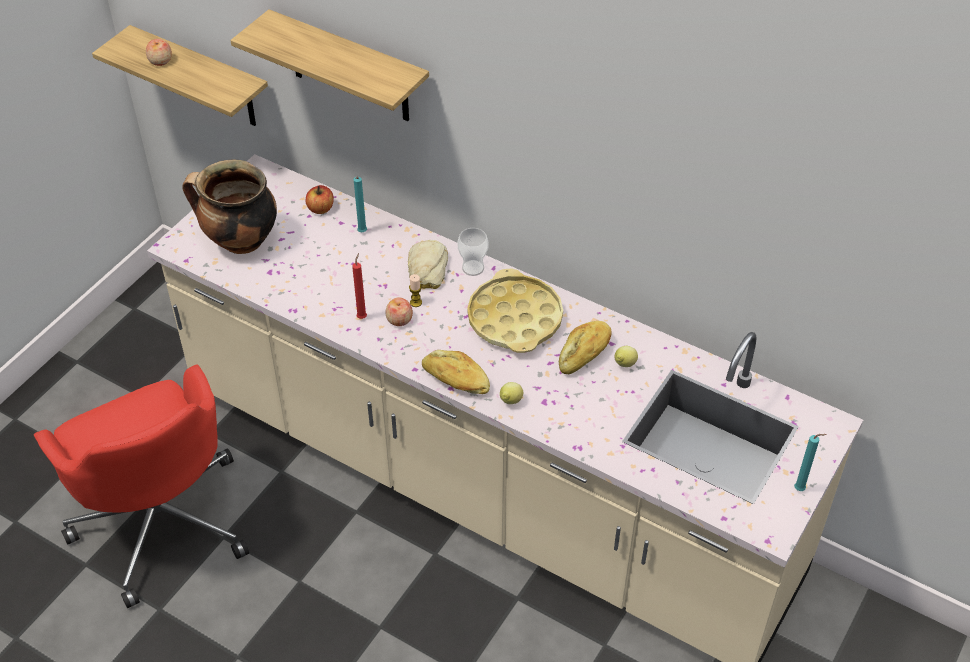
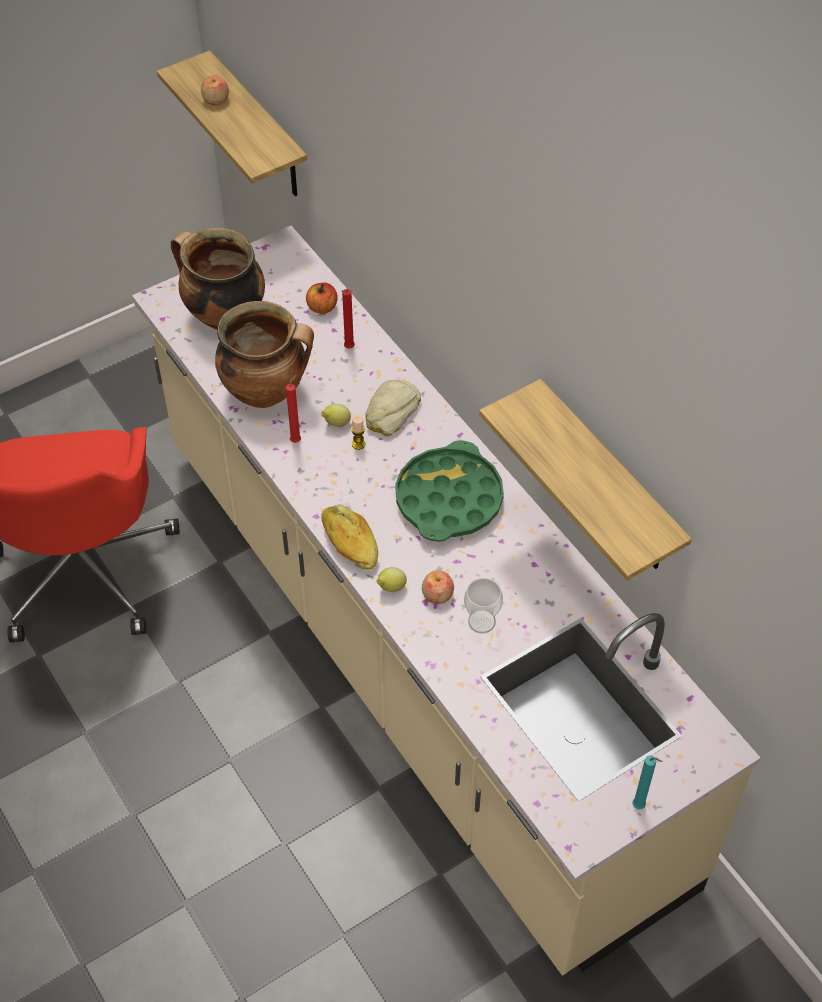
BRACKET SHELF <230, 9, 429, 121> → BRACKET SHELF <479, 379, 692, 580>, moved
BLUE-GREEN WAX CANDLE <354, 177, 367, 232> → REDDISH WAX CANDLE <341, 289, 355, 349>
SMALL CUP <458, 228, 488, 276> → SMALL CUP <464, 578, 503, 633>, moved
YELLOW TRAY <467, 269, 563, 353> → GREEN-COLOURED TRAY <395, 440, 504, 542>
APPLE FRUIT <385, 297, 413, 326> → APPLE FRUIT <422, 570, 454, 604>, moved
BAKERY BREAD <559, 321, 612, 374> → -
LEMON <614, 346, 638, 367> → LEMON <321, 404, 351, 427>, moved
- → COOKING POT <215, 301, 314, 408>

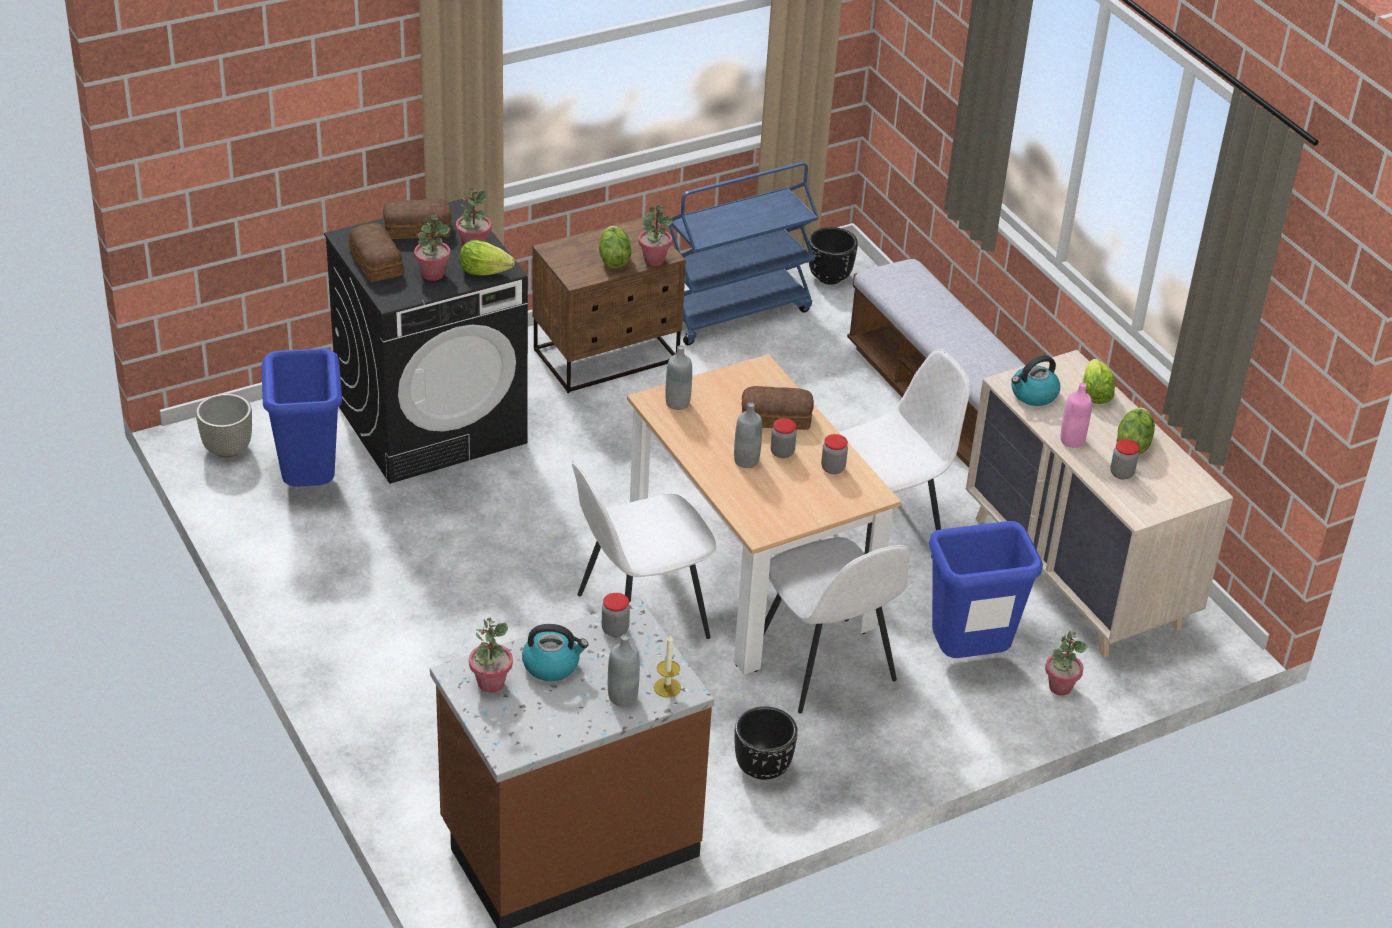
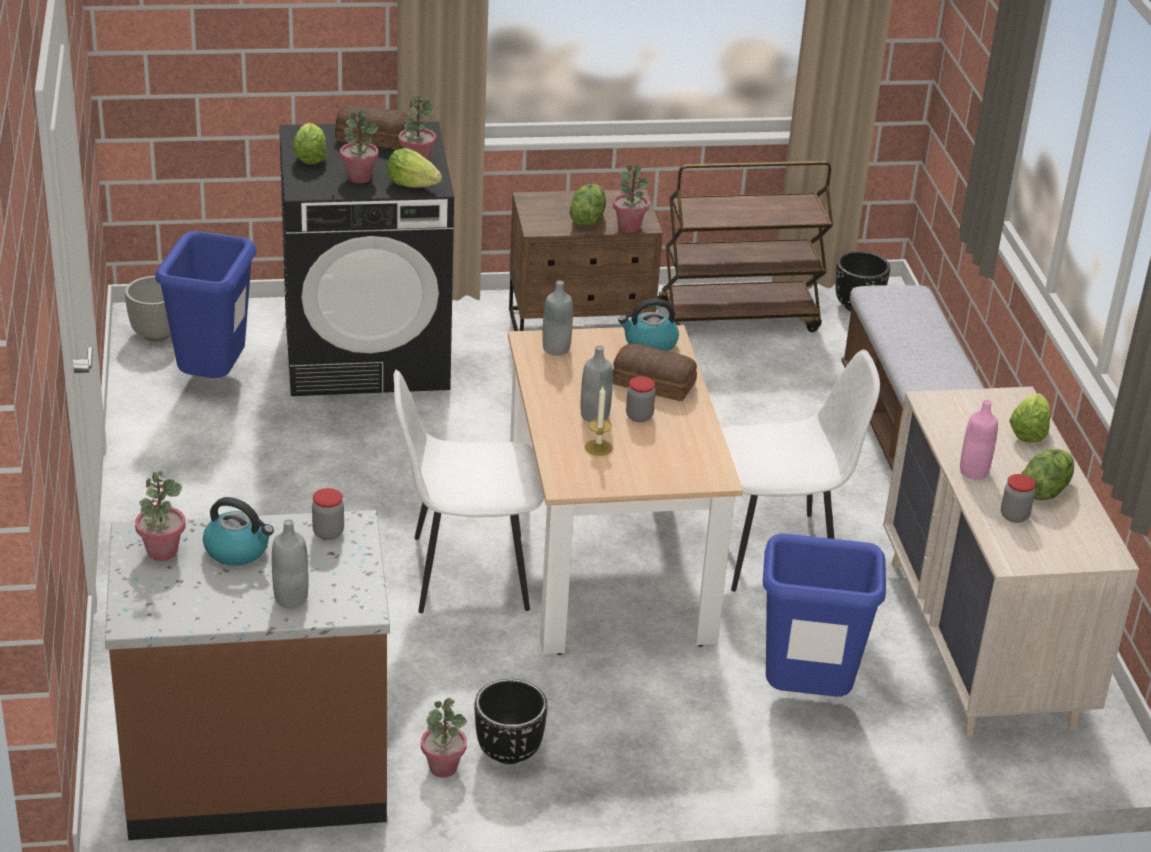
BLUE-COLOURED CART <669, 162, 819, 345> → BROWNISH CART <657, 161, 833, 332>
BAKERY BREAD <349, 223, 404, 282> → LETTUCE <293, 123, 327, 164>
KETTLE <1011, 355, 1060, 406> → KETTLE <618, 299, 679, 351>, moved
PRESERVE JAR <821, 434, 848, 474> → -
WHITE-COLOURED CHAIR <764, 537, 910, 714> → -
HOUSEPLANT <1045, 631, 1088, 695> → HOUSEPLANT <421, 698, 467, 778>, moved
WAX CANDLE <654, 635, 681, 697> → WAX CANDLE <585, 387, 613, 456>, moved

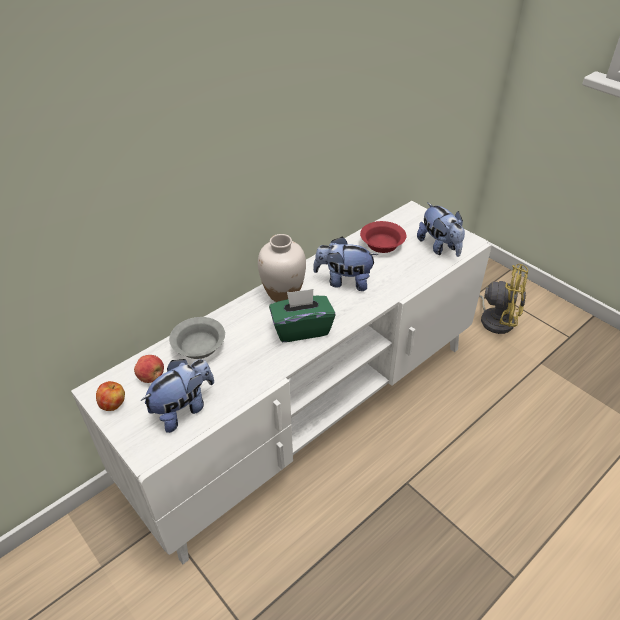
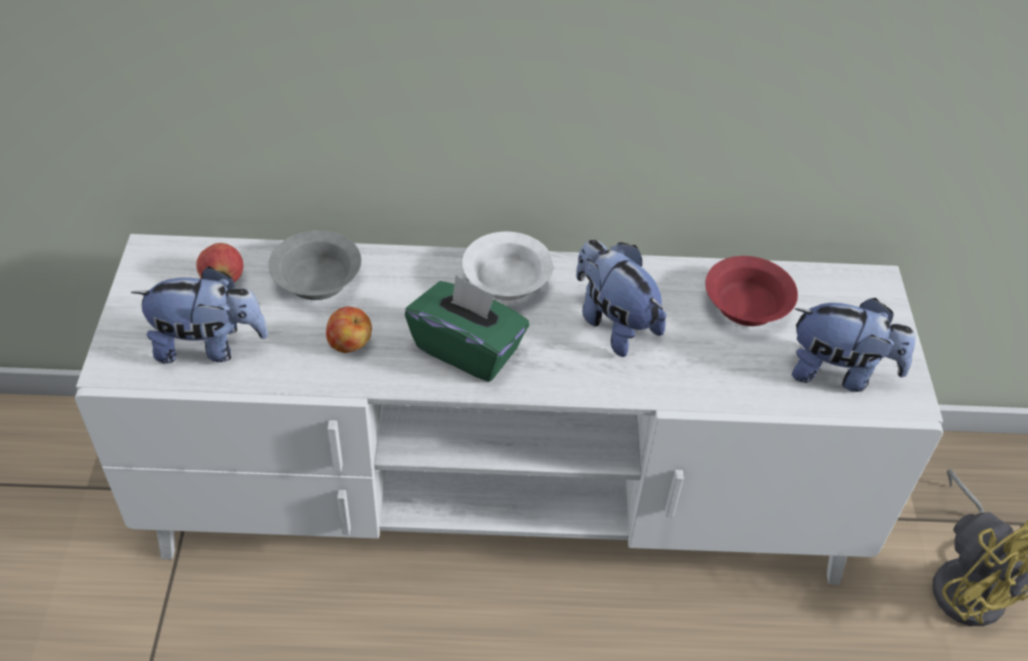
CUDDLY TOY <417, 202, 465, 257> → CUDDLY TOY <792, 298, 916, 392>, 90 degrees counterclockwise
WHITE-COLOURED DECORATIVE VASE <258, 234, 306, 302> → WHITE-COLOURED BOWL <462, 232, 553, 300>
APPLE FRUIT <96, 381, 125, 411> → APPLE FRUIT <326, 306, 372, 353>, moved

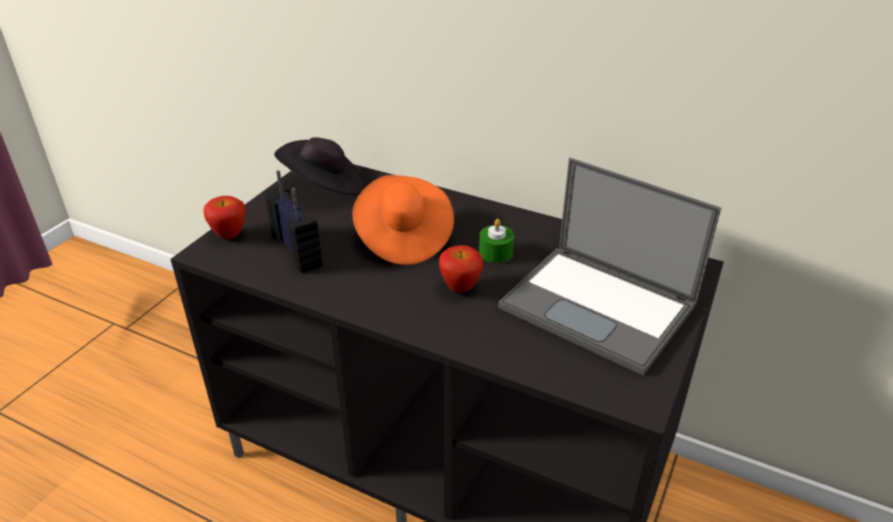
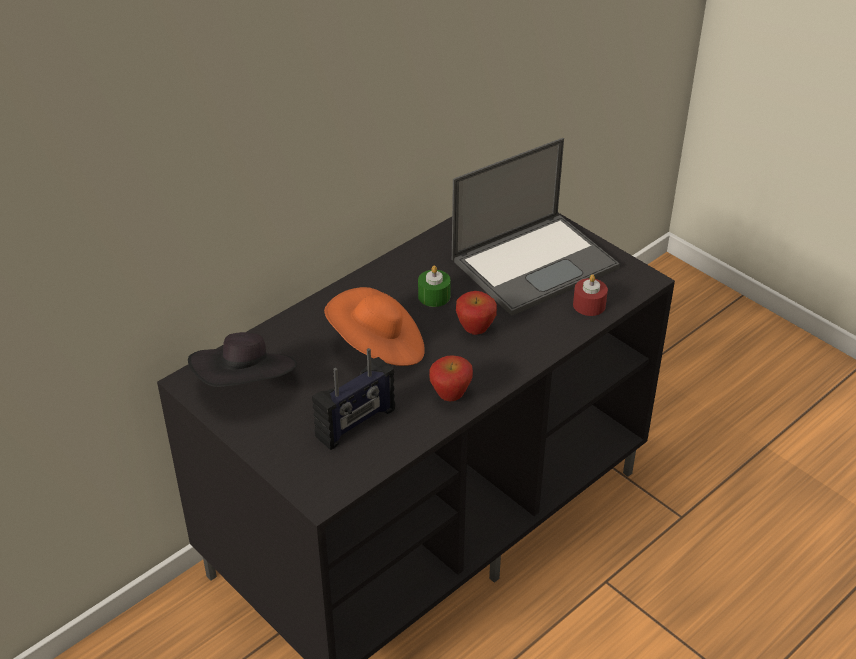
RADIO <265, 170, 323, 273> → RADIO <312, 348, 395, 450>, 150 degrees clockwise
APPLE FRUIT <203, 196, 246, 240> → APPLE FRUIT <429, 355, 473, 401>, moved
- → REDDISH WAX CANDLE <573, 274, 608, 316>

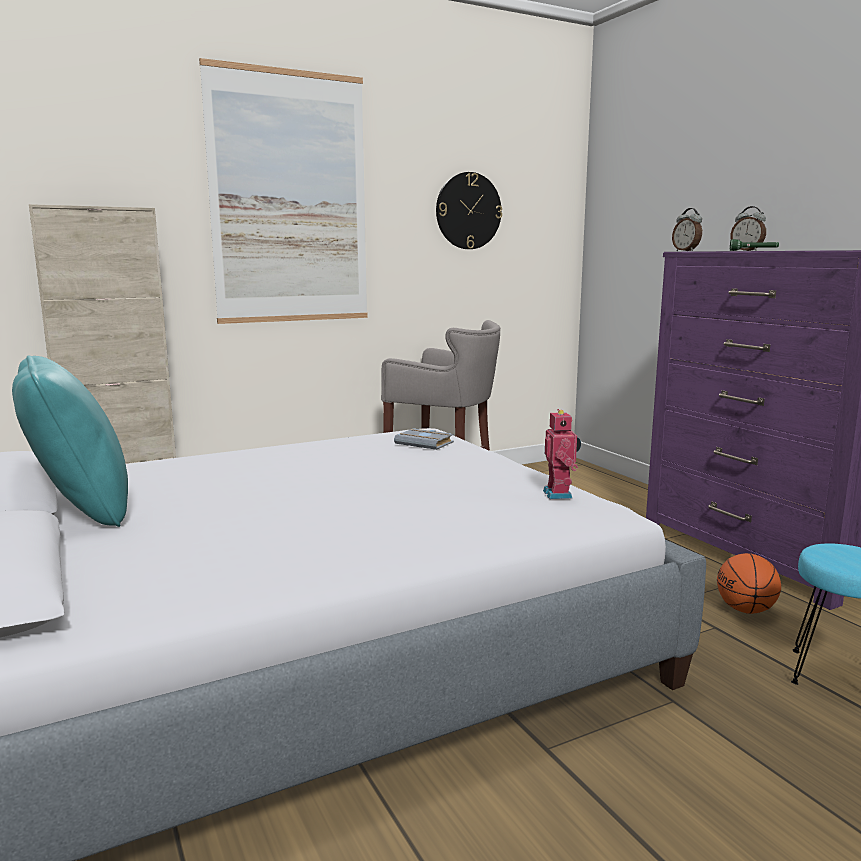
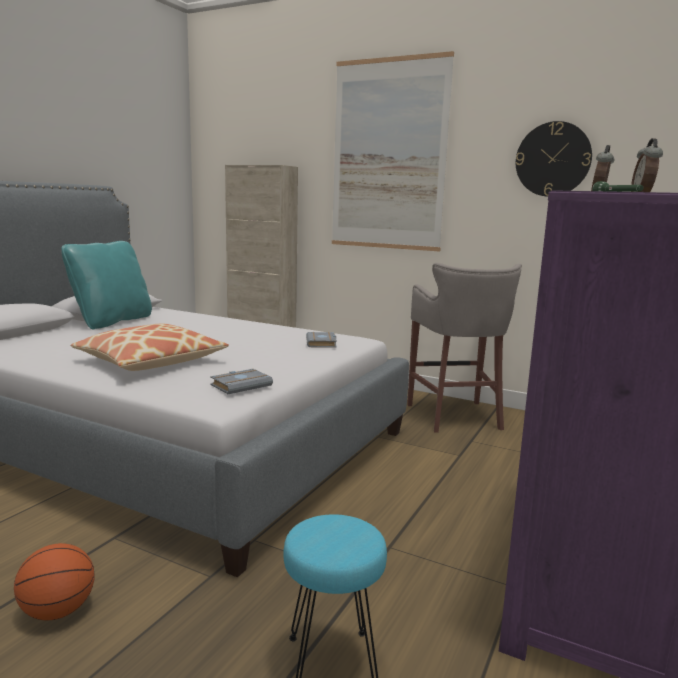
MODEL ROBOT <543, 409, 581, 499> → GREY BOOK <210, 369, 273, 394>
BALL FOR BASKETBALL <717, 553, 781, 614> → BALL FOR BASKETBALL <14, 543, 95, 620>, moved
- → PILLOW <71, 324, 229, 371>

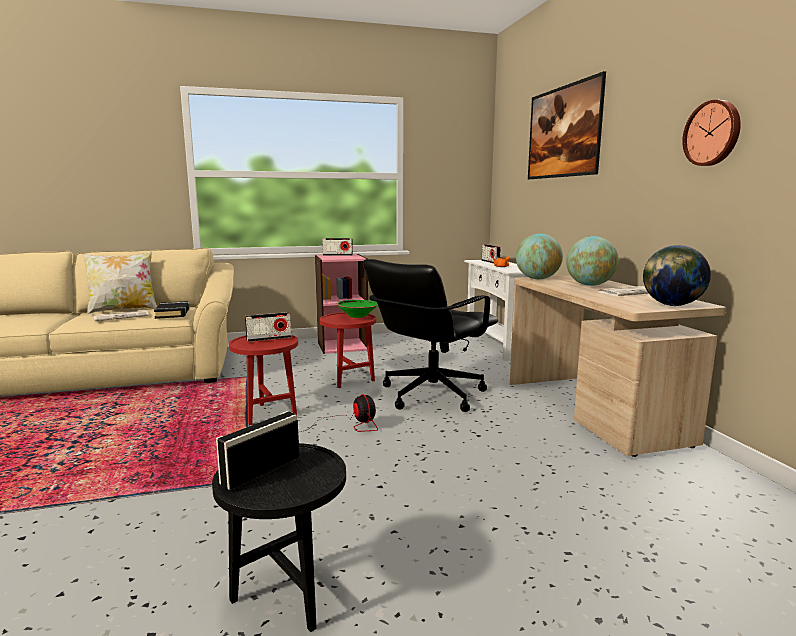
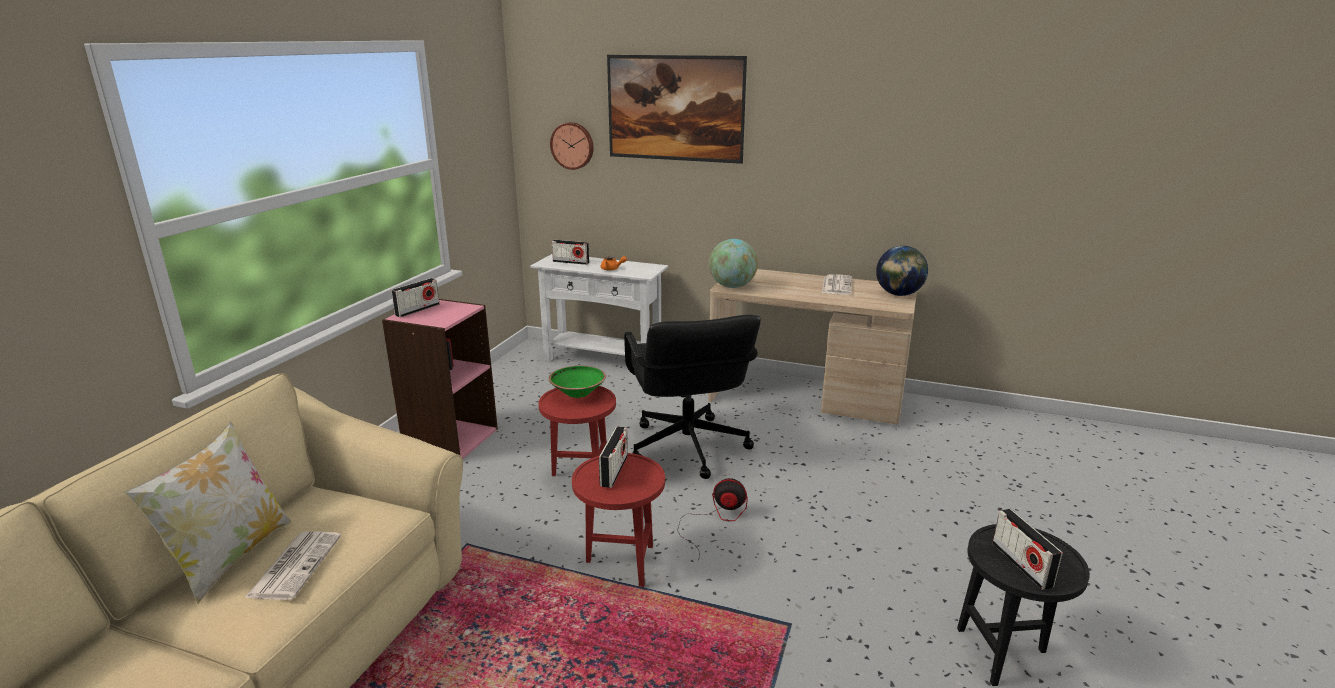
CLOCK ON THE WALL <682, 100, 741, 166> → CLOCK ON THE WALL <550, 122, 594, 170>, moved
DESK GLOBE <566, 236, 619, 286> → -
BLACKISH BOOK <154, 301, 190, 319> → -

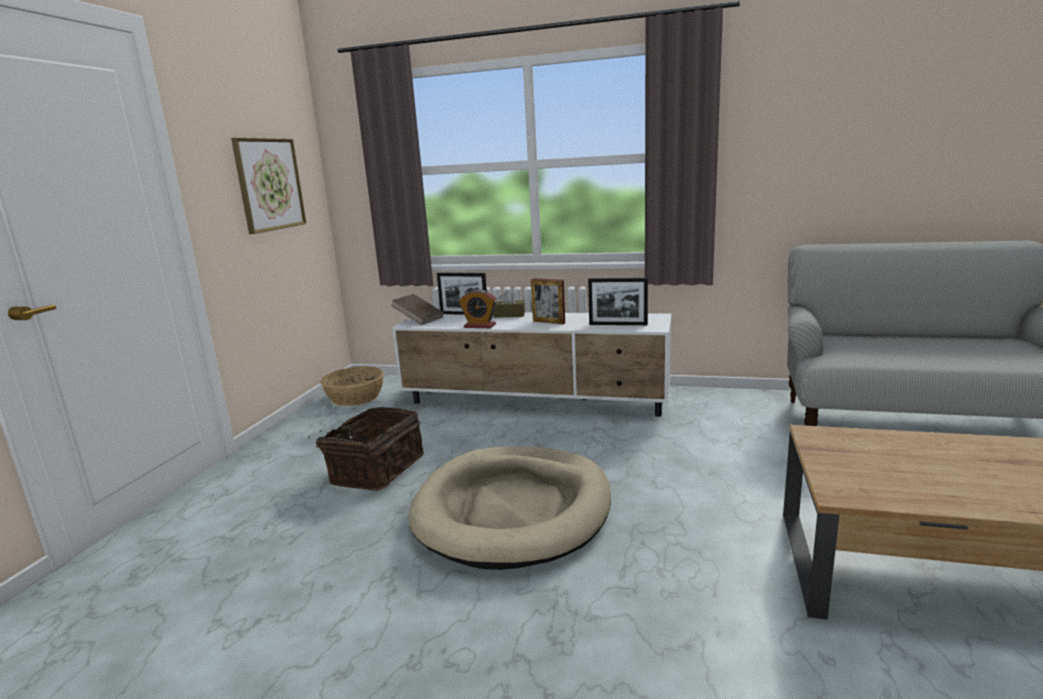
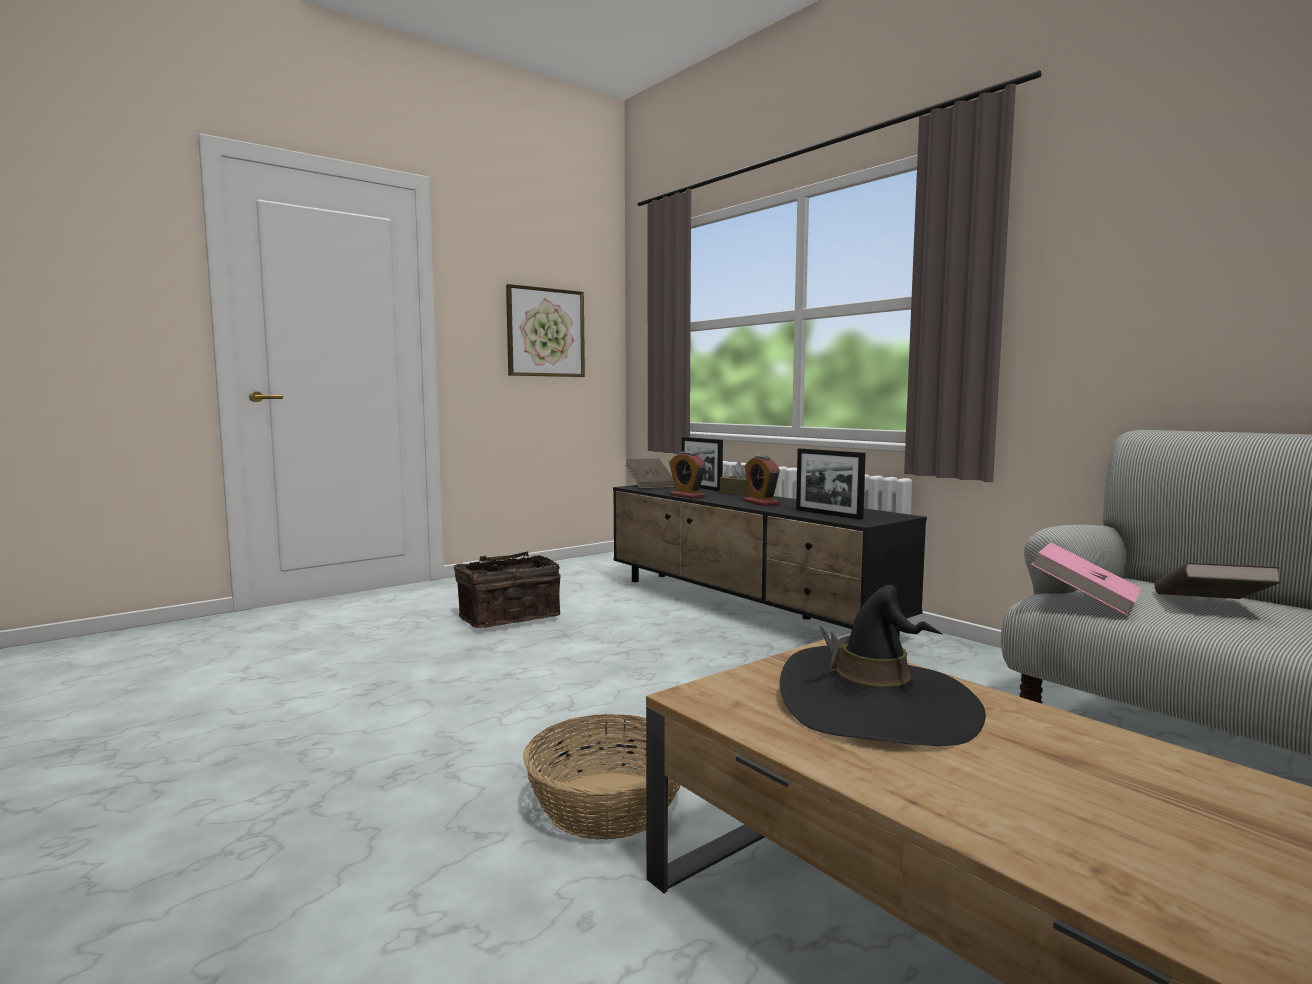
PICTURE FRAME <531, 278, 565, 324> → TABLE CLOCK <743, 455, 780, 506>
WHITE-COLOURED MEDIA CONSOLE <392, 312, 672, 417> → BLACKISH MEDIA CONSOLE <613, 485, 927, 639>
BASKET <320, 366, 384, 406> → BASKET <523, 714, 680, 840>, moved
SAND-COLOURED PET BED <408, 446, 611, 570> → -
- → PINK BOOK <1031, 542, 1141, 615>
- → BROWNISH BOOK <1155, 562, 1281, 599>
- → BLACKISH HAT <779, 585, 986, 746>

